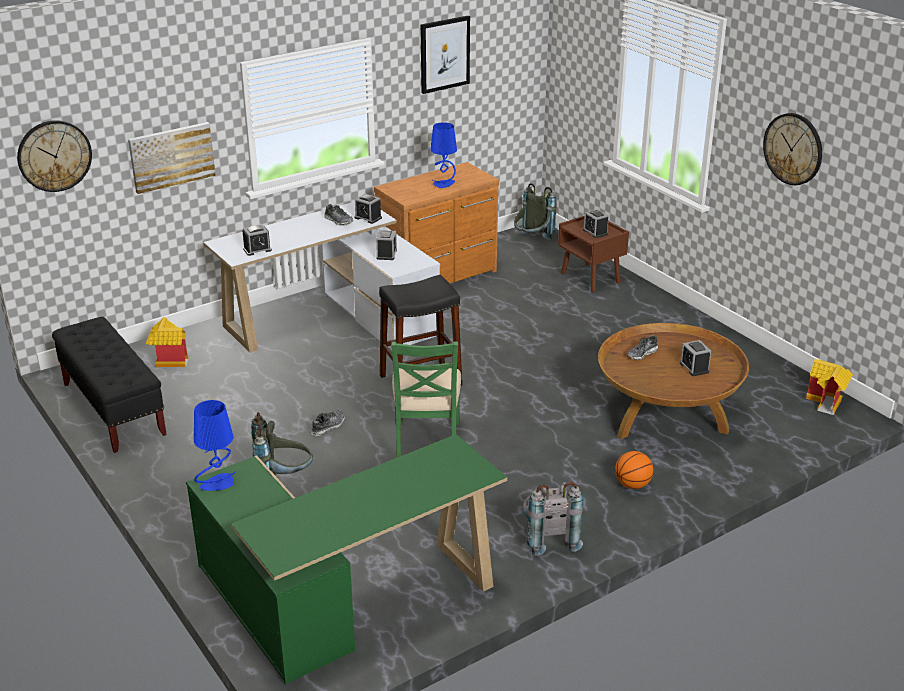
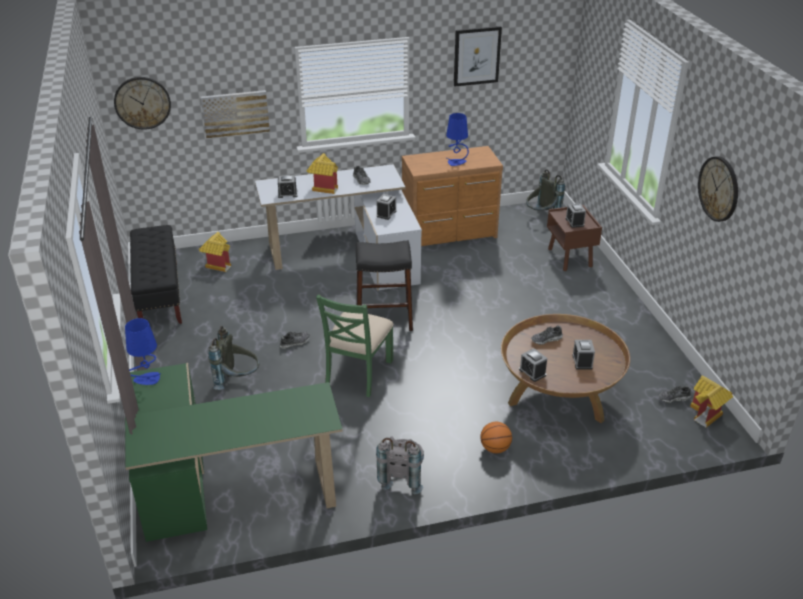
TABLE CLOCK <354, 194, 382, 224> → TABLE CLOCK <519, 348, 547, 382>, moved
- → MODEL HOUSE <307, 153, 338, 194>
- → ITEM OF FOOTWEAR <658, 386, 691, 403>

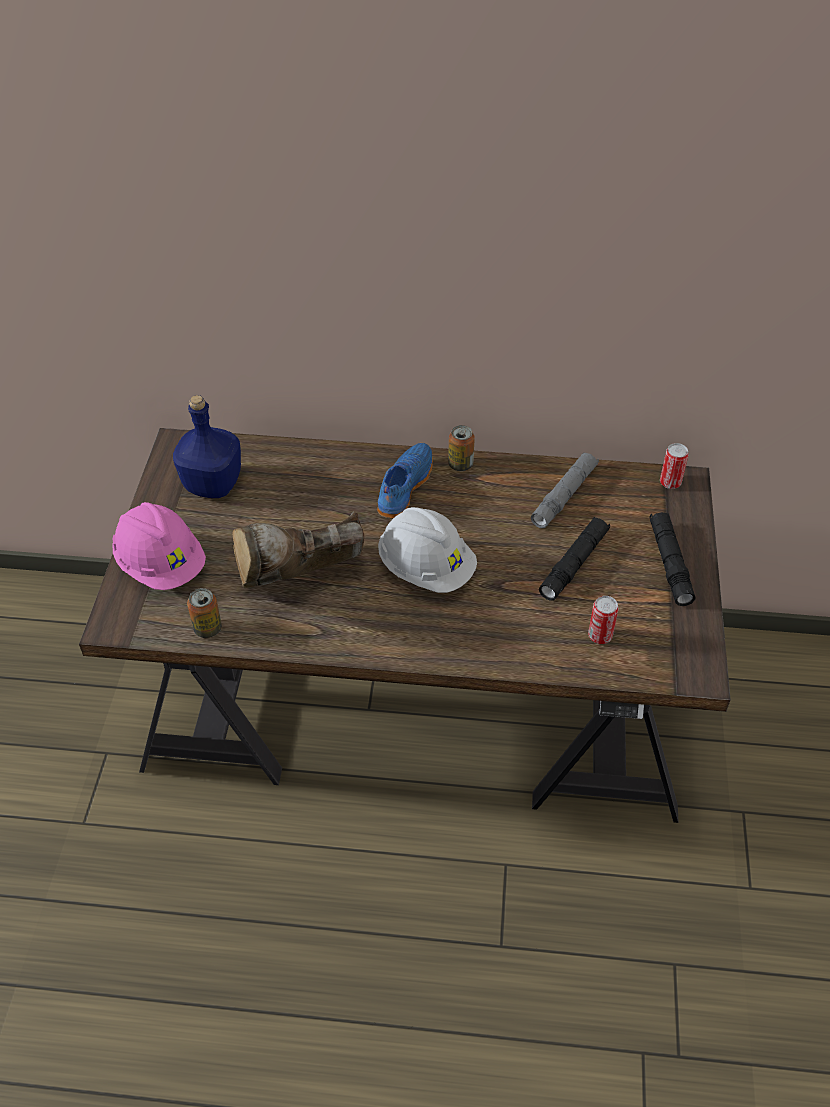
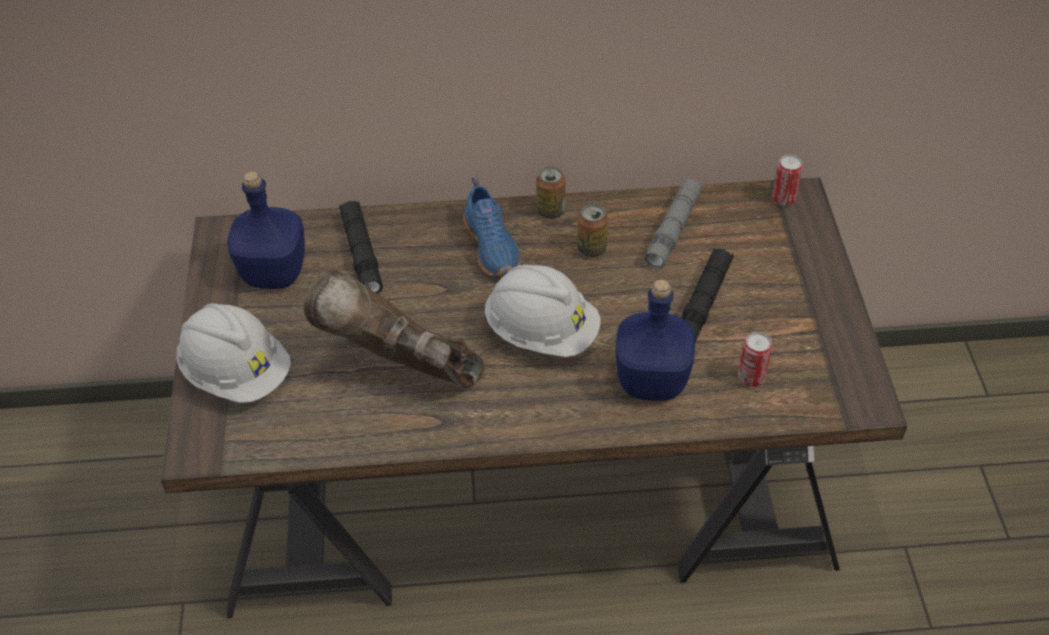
BLUE-COLOURED ITEM OF FOOTWEAR <377, 443, 433, 519> → BLUE-COLOURED ITEM OF FOOTWEAR <463, 177, 521, 276>, 150 degrees clockwise
PINK HARD HAT <112, 502, 206, 590> → WHITE-COLOURED HARD HAT <176, 303, 291, 403>
BROWNISH HIGH-TOP BOOT <232, 511, 364, 588> → BROWNISH HIGH-TOP BOOT <303, 269, 484, 387>, 60 degrees clockwise
BLACKISH FLASHLIGHT <650, 512, 695, 606> → BLACKISH FLASHLIGHT <339, 201, 383, 293>, moved
SEALED CAN <187, 588, 222, 638> → SEALED CAN <577, 204, 608, 257>, moved
- → BLUE-COLOURED BEVERAGE BOTTLE <616, 279, 695, 401>

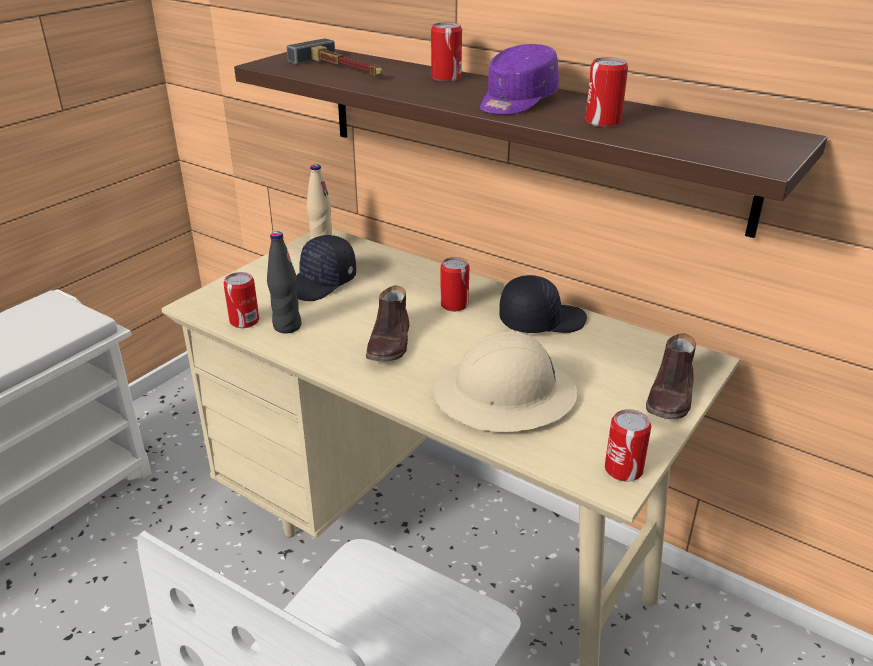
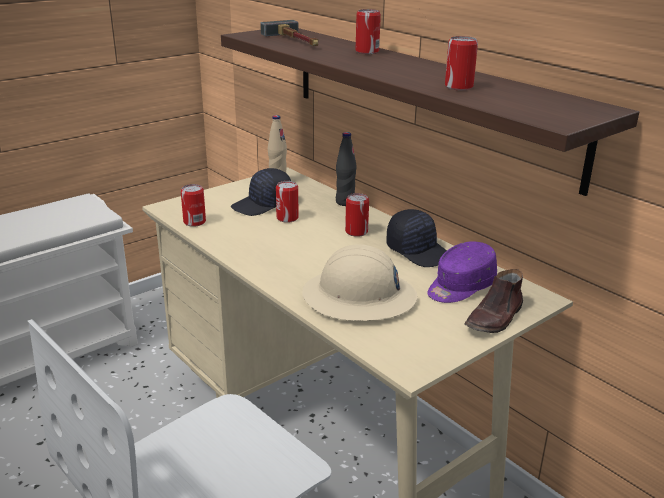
PURPLISH PEAKED CAP <480, 44, 559, 115> → PURPLISH PEAKED CAP <427, 241, 497, 303>, moved
BLACKISH BEVERAGE BOTTLE <267, 231, 301, 333> → BLACKISH BEVERAGE BOTTLE <336, 132, 357, 206>, moved
BLACKISH PEAKED CAP <499, 275, 587, 333> → BLACKISH PEAKED CAP <386, 209, 447, 267>, 45 degrees clockwise
BROWNISH ITEM OF FOOTWEAR <366, 285, 410, 362> → -
SEALED CAN <605, 409, 651, 482> → SEALED CAN <276, 181, 298, 223>, moved

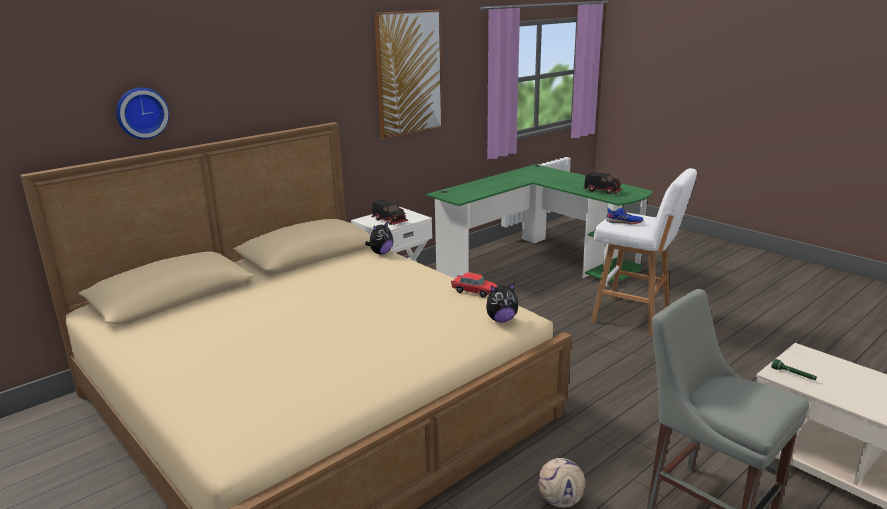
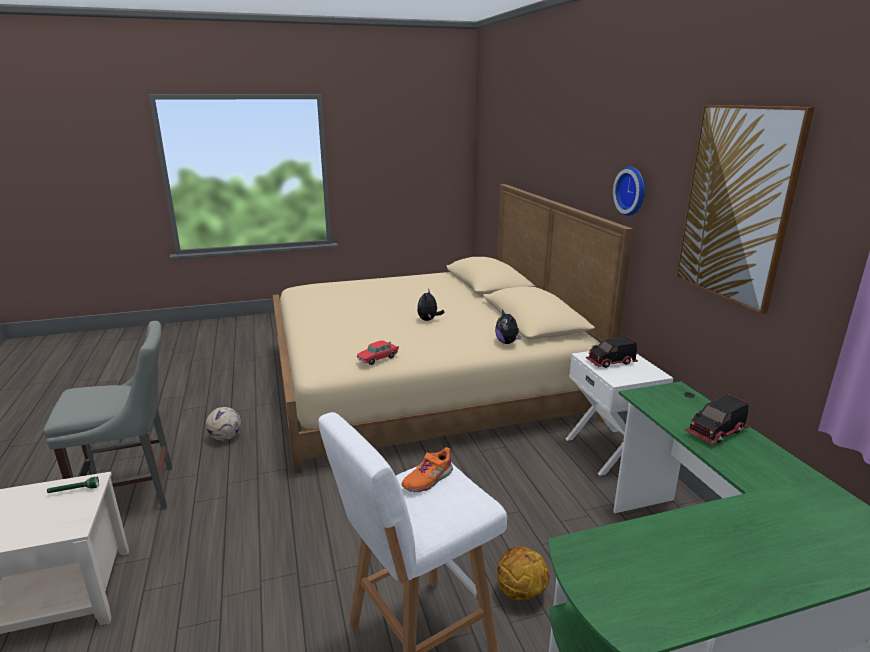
CLOCK ON THE WALL <116, 88, 169, 139> → CLOCK ON THE WALL <613, 167, 645, 216>, moved
TOY TRUCK <583, 171, 622, 194> → TOY TRUCK <684, 394, 749, 445>, moved
BLUE-COLOURED ITEM OF FOOTWEAR <606, 208, 643, 224> → ORANGEY ITEM OF FOOTWEAR <401, 447, 453, 492>
CUDDLY TOY <486, 283, 518, 322> → CUDDLY TOY <417, 290, 444, 321>, moved
- → BALL FOR BASKETBALL <497, 546, 550, 600>

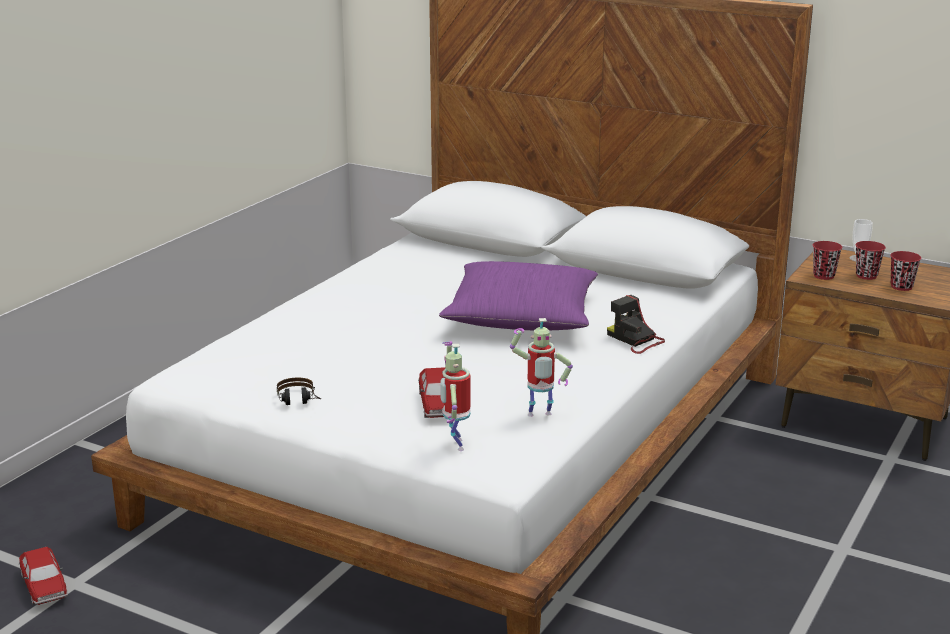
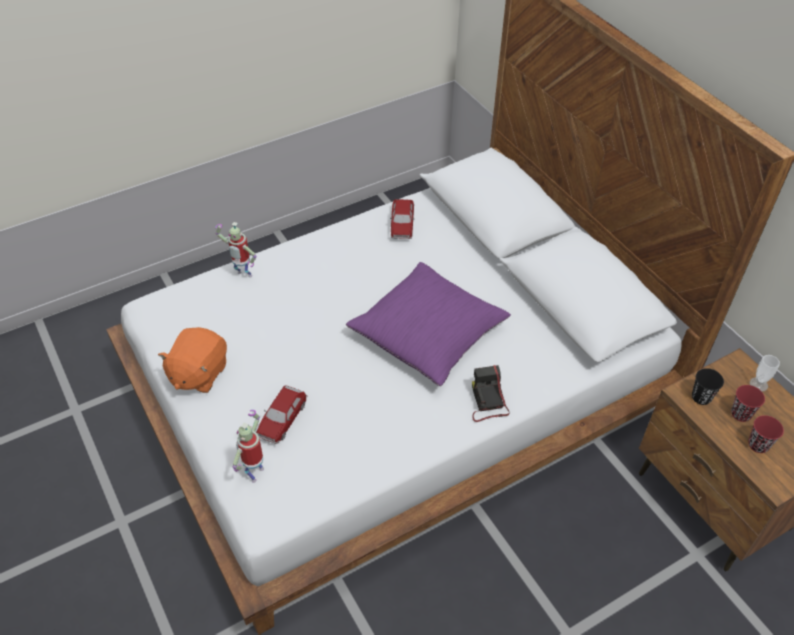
REDDISH SMALL CUP <813, 241, 842, 280> → BLACKISH SMALL CUP <692, 368, 724, 405>
MODEL ROBOT <510, 318, 573, 417> → MODEL ROBOT <215, 222, 257, 277>, moved
PAIR OF HEADPHONES <277, 378, 321, 405> → ORANGEY CUDDLY TOY <158, 327, 227, 393>
TOY CAR <19, 547, 68, 605> → TOY CAR <390, 199, 414, 239>, moved

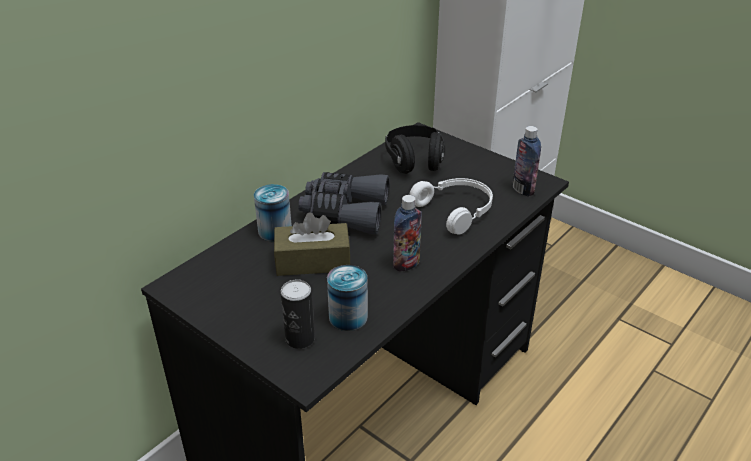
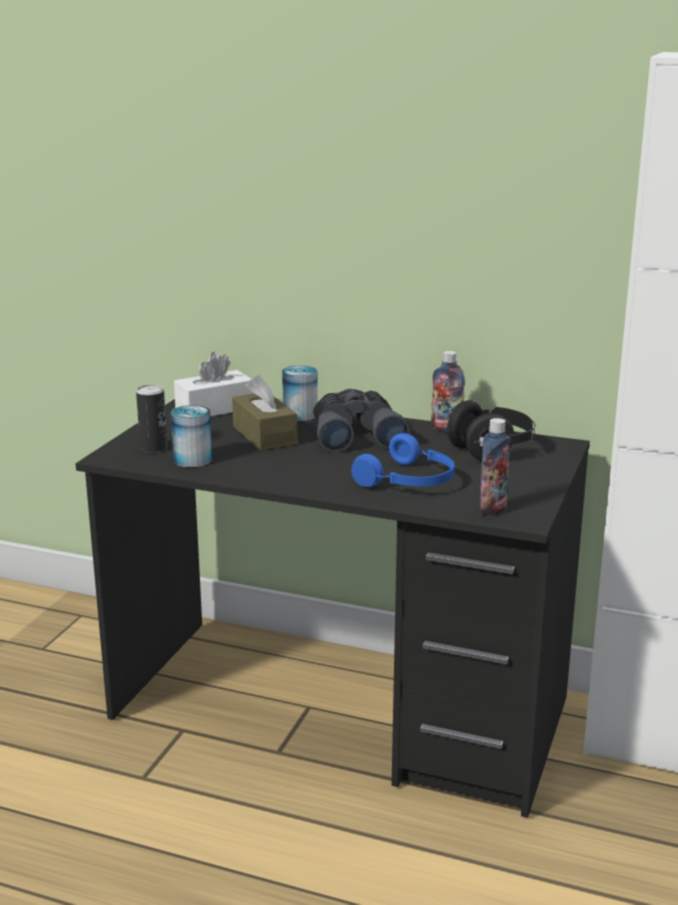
WHITE-COLOURED PAIR OF HEADPHONES <409, 178, 493, 235> → BLUE-COLOURED PAIR OF HEADPHONES <351, 433, 455, 487>
BEVERAGE BOTTLE <393, 195, 422, 272> → BEVERAGE BOTTLE <431, 351, 465, 433>, moved
- → WHITE-COLOURED BOX OF TISSUES <174, 352, 254, 417>

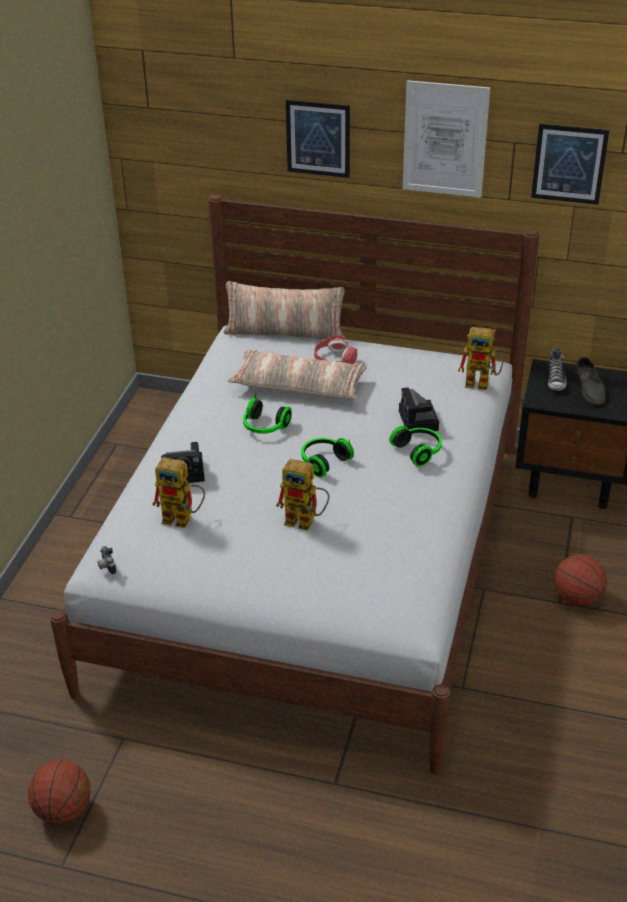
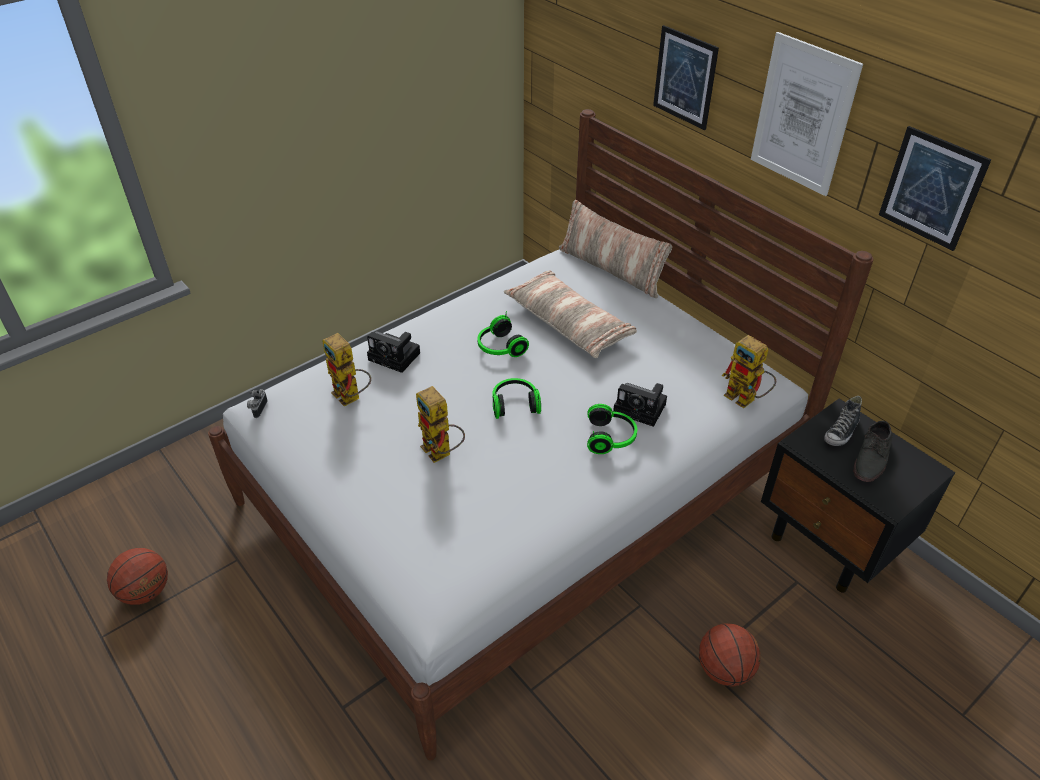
REDDISH PAIR OF HEADPHONES <314, 335, 357, 364> → -
PHOTO CAMERA <399, 387, 439, 431> → PHOTO CAMERA <613, 383, 667, 427>, 90 degrees counterclockwise

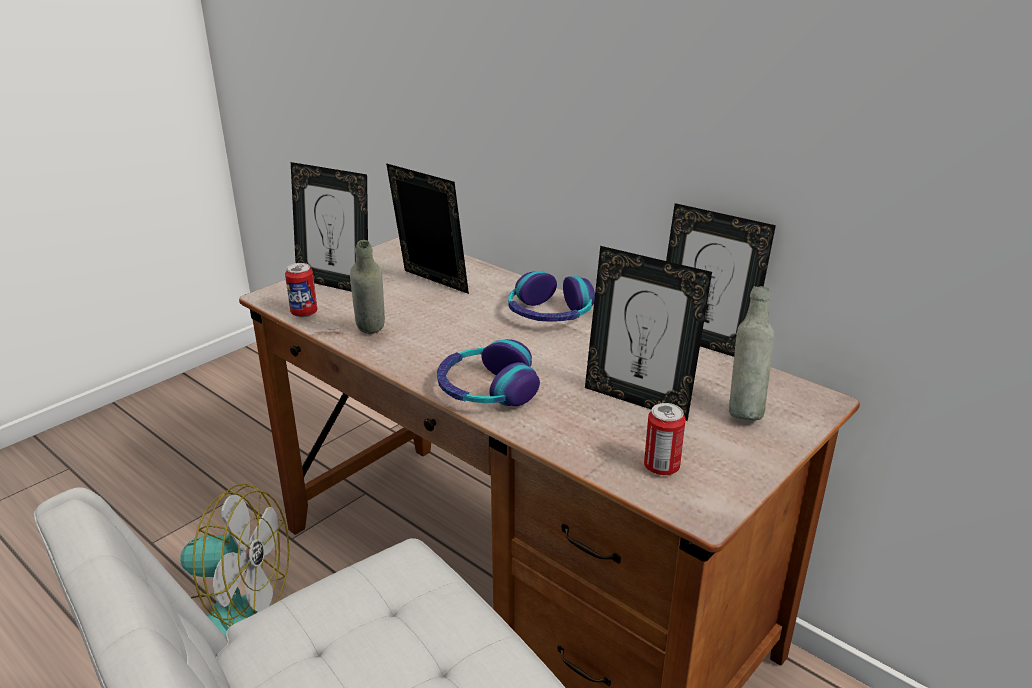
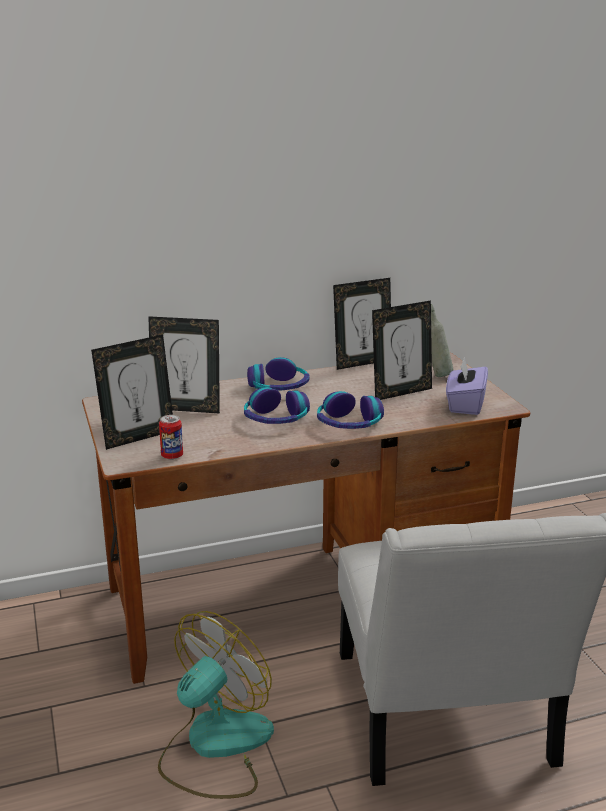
PICTURE FRAME <386, 163, 469, 294> → PICTURE FRAME <148, 316, 220, 414>, 150 degrees counterclockwise
GREY BEVERAGE BOTTLE <350, 240, 385, 334> → -
SEALED CAN <644, 403, 686, 475> → PURPLISH BOX OF TISSUES <446, 357, 488, 415>
- → PAIR OF HEADPHONES <244, 387, 310, 424>

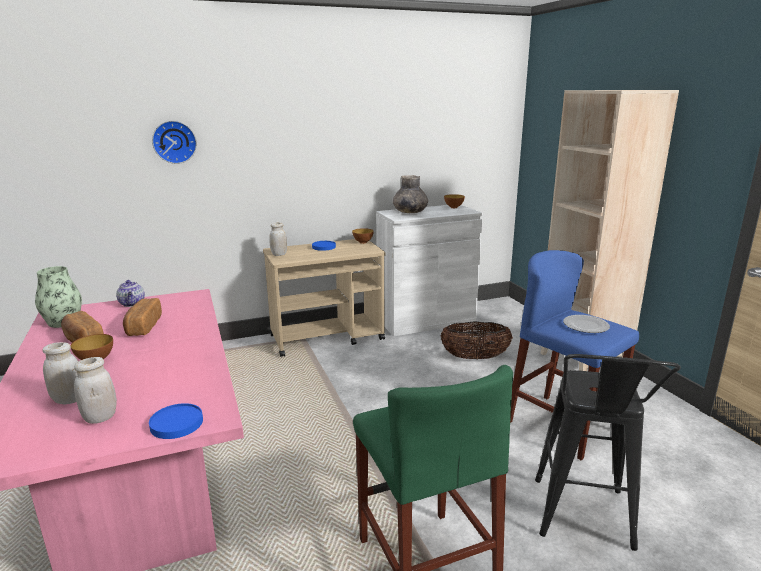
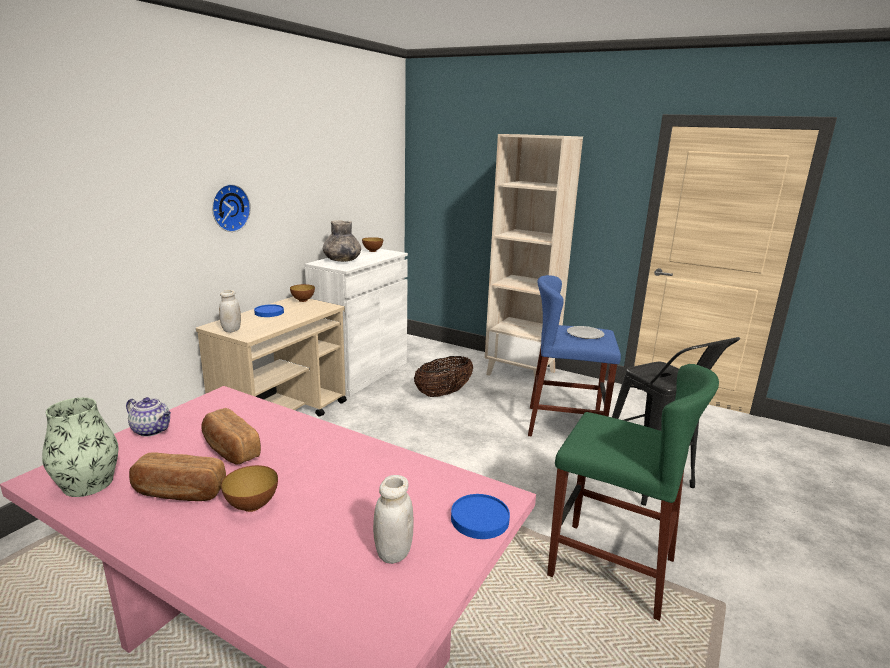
CLOCK ON THE WALL <152, 121, 197, 164> → CLOCK ON THE WALL <212, 184, 251, 232>, moved
WHITE-COLOURED PRESERVE JAR <43, 342, 78, 405> → -

